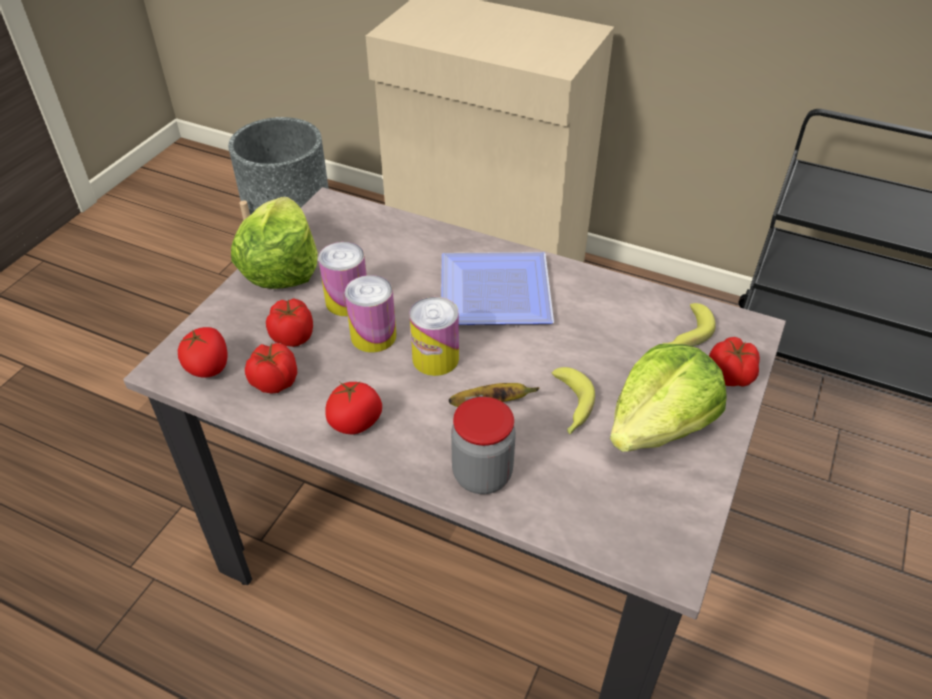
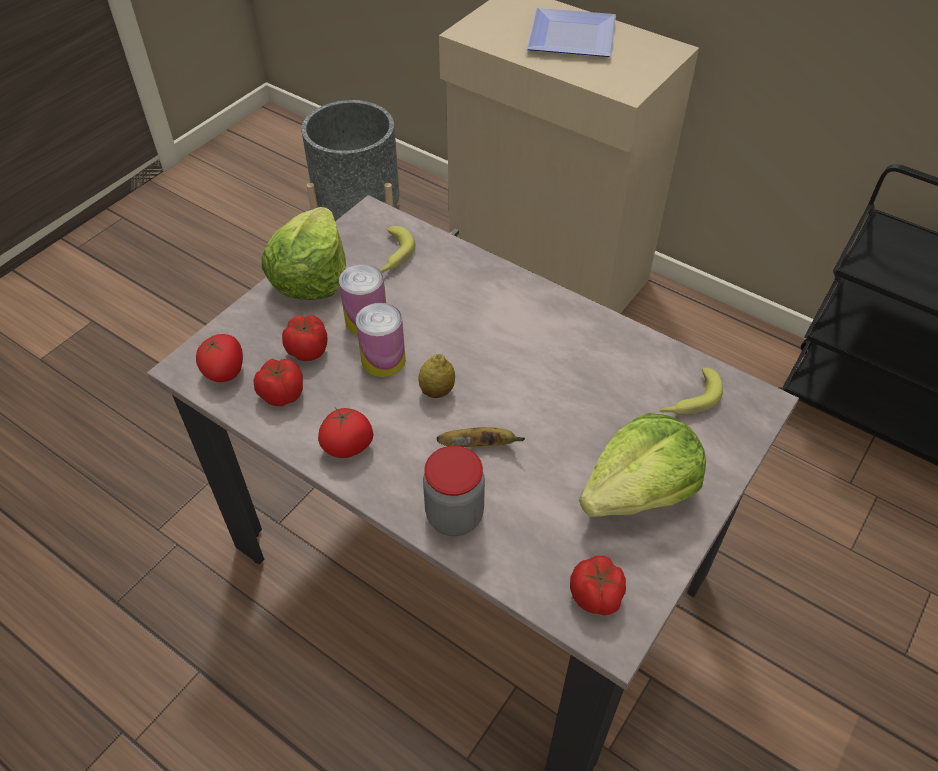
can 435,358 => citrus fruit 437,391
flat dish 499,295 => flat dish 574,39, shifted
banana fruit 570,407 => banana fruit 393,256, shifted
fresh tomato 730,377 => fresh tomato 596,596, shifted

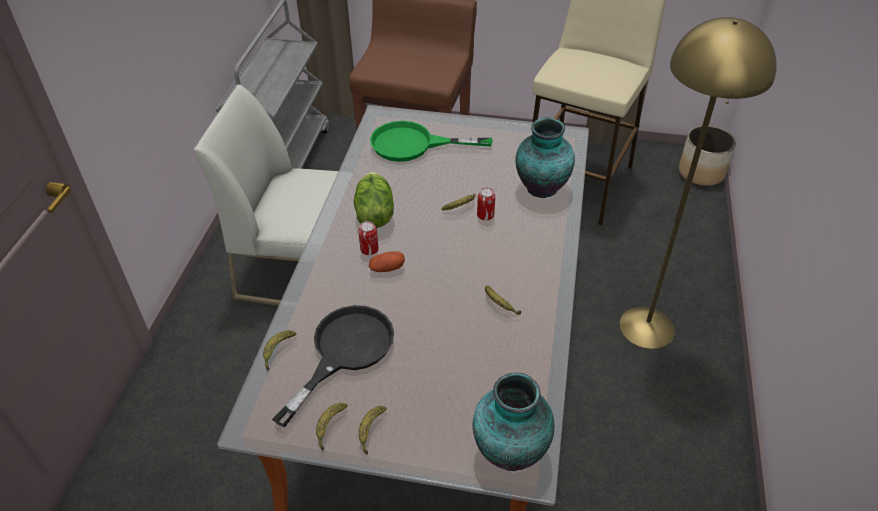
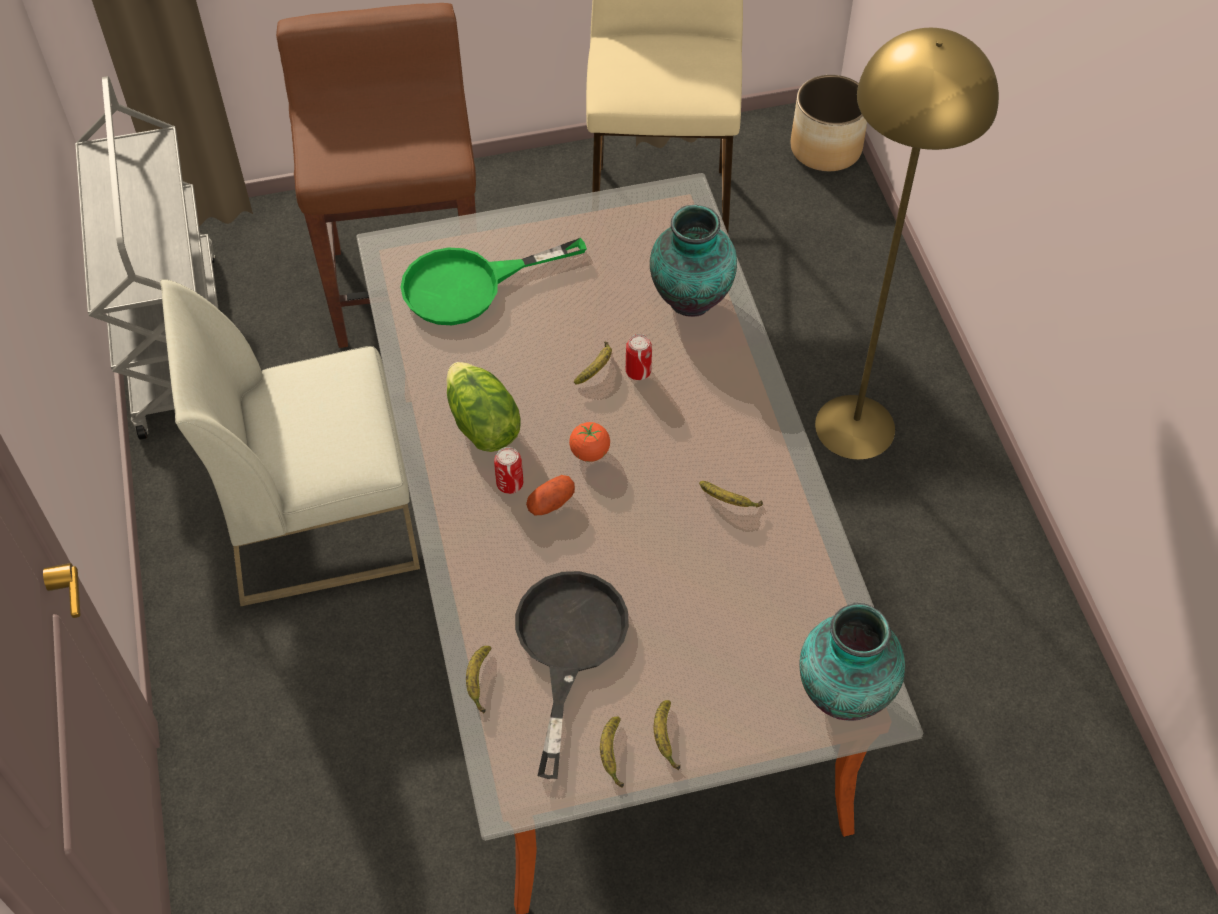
nothing => fresh tomato 589,452

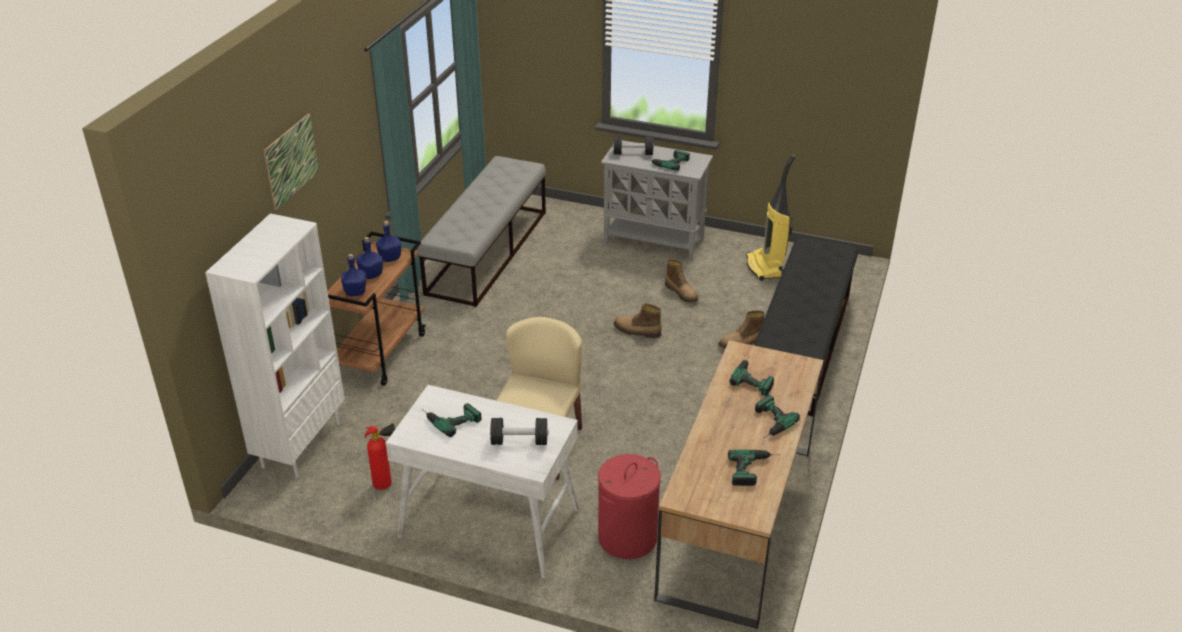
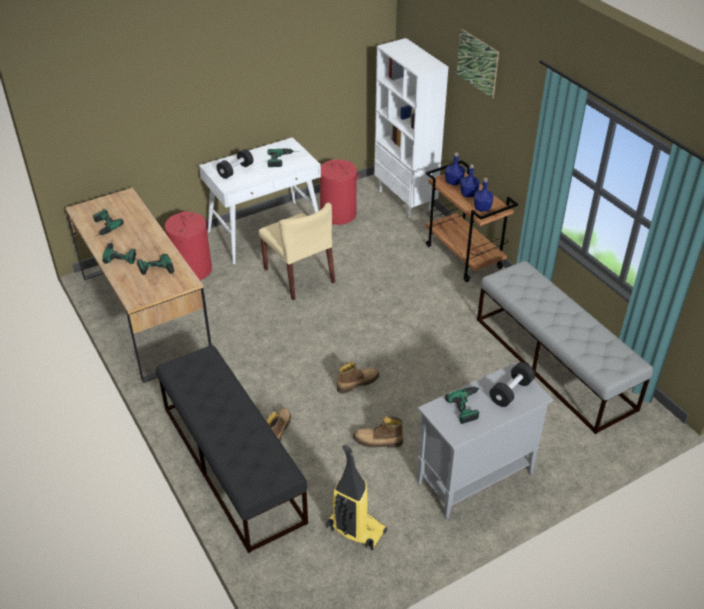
extinguisher 387,484 => reddish laundry basket 338,214

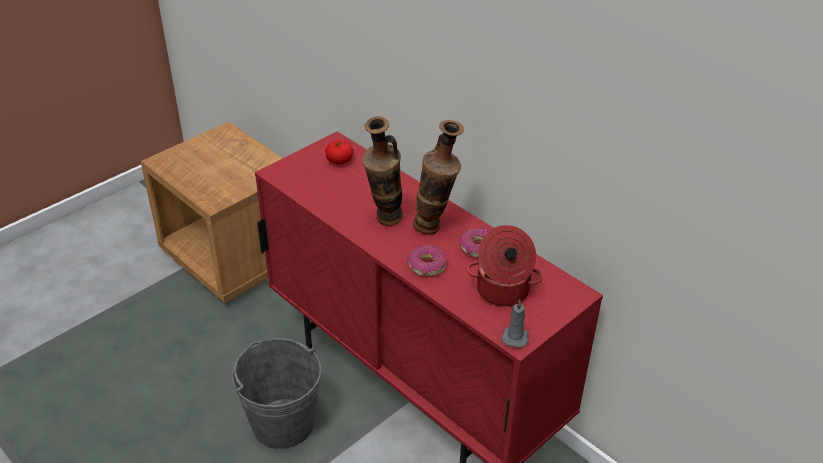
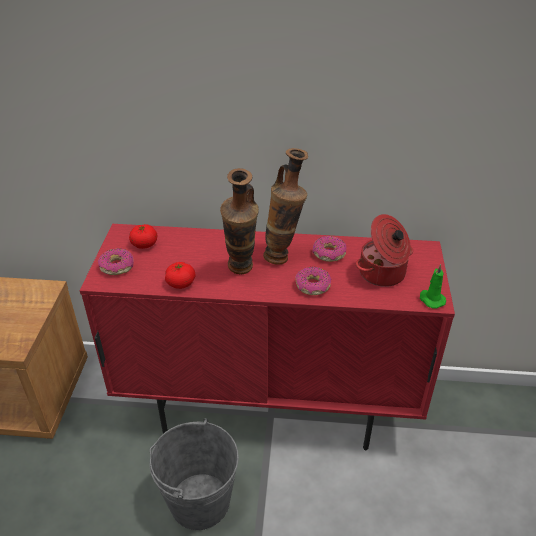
greyish candle 515,337 => green candle 431,299
nothing => ring doughnut 117,266
nothing => fresh tomato 181,283

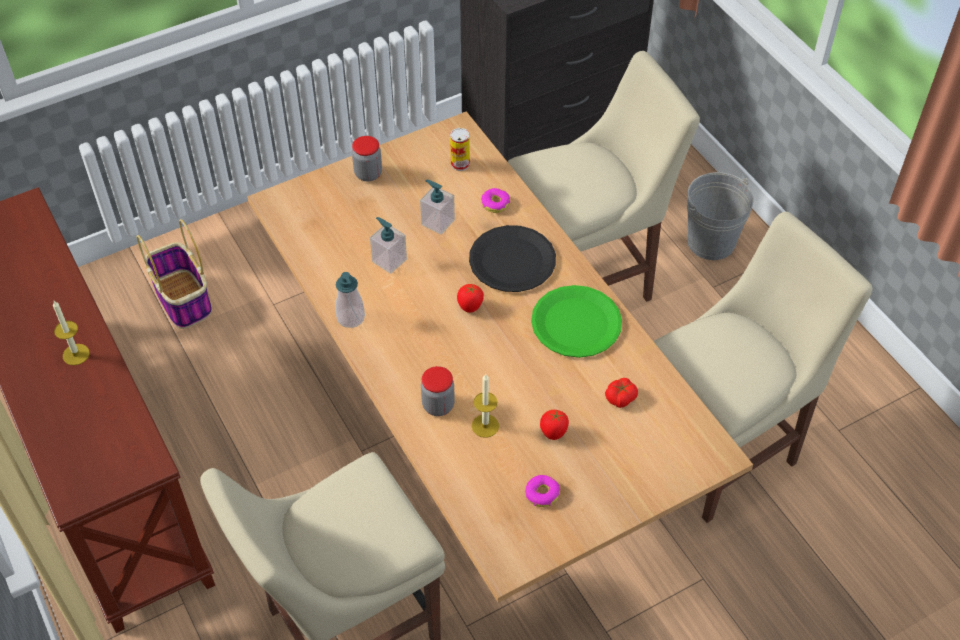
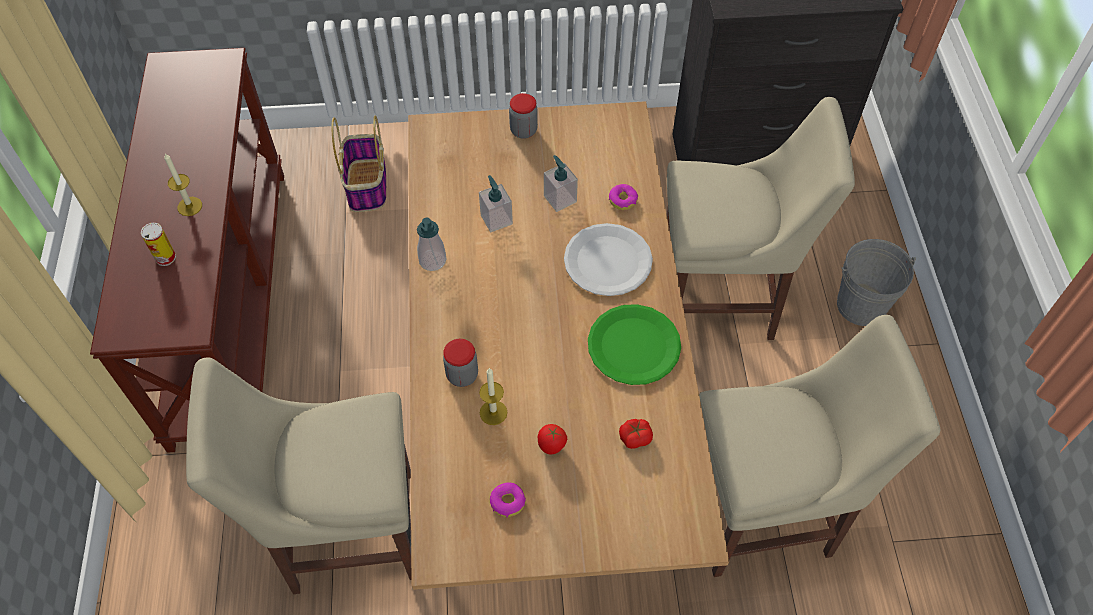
can 460,164 => can 165,257, shifted
fresh tomato 470,307 => nothing
blackish flat dish 512,261 => whitish flat dish 607,261

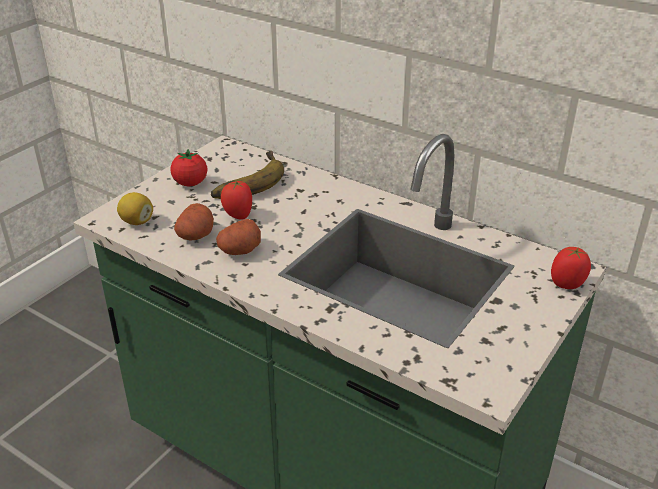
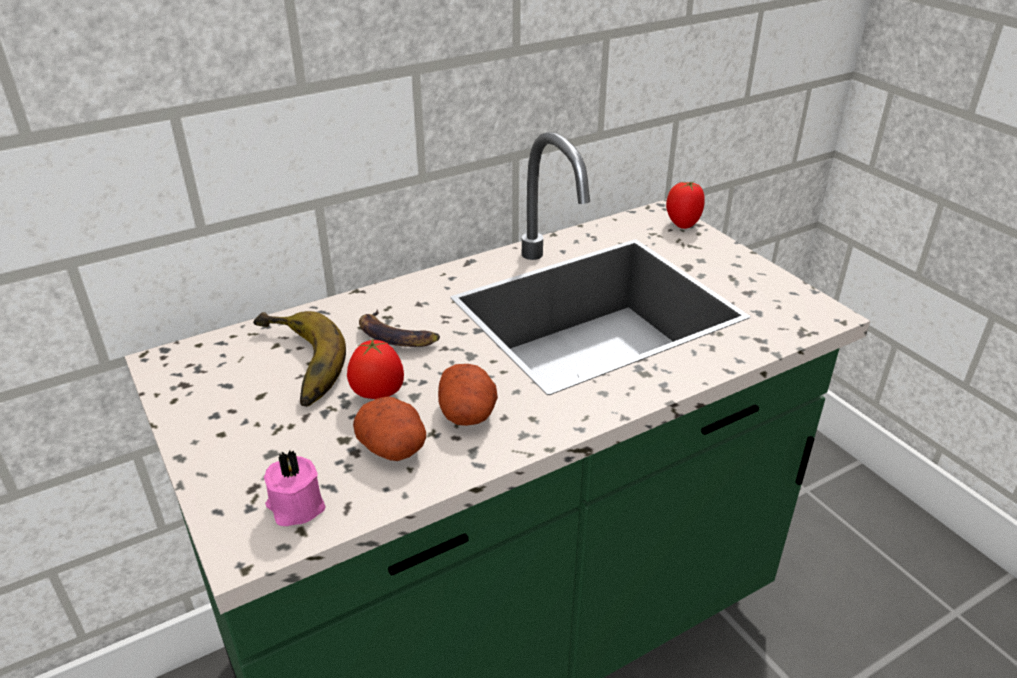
citrus fruit 137,221 => pink candle 295,506
fresh tomato 190,183 => nothing
nothing => banana fruit 396,336

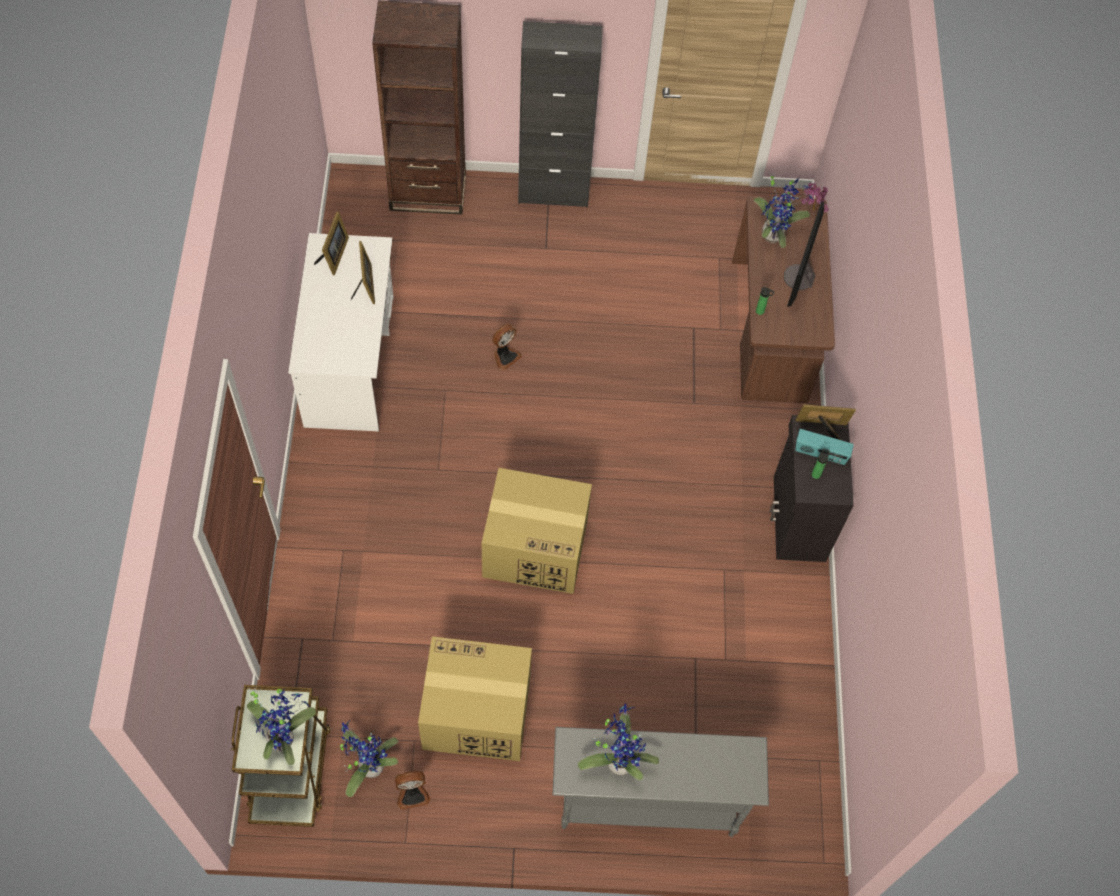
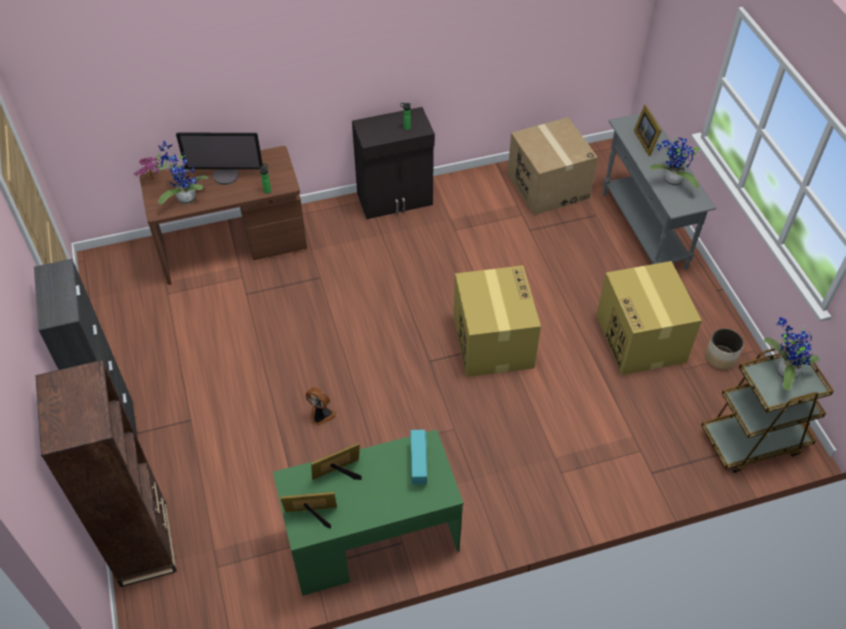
whitish desk table 350,361 => green desk table 371,539
potted plant 368,765 => nothing
fan 412,793 => flower pot 720,357
photo frame 822,428 => photo frame 646,141, shifted
radio 820,454 => radio 419,464, shifted
nothing => carton 547,186

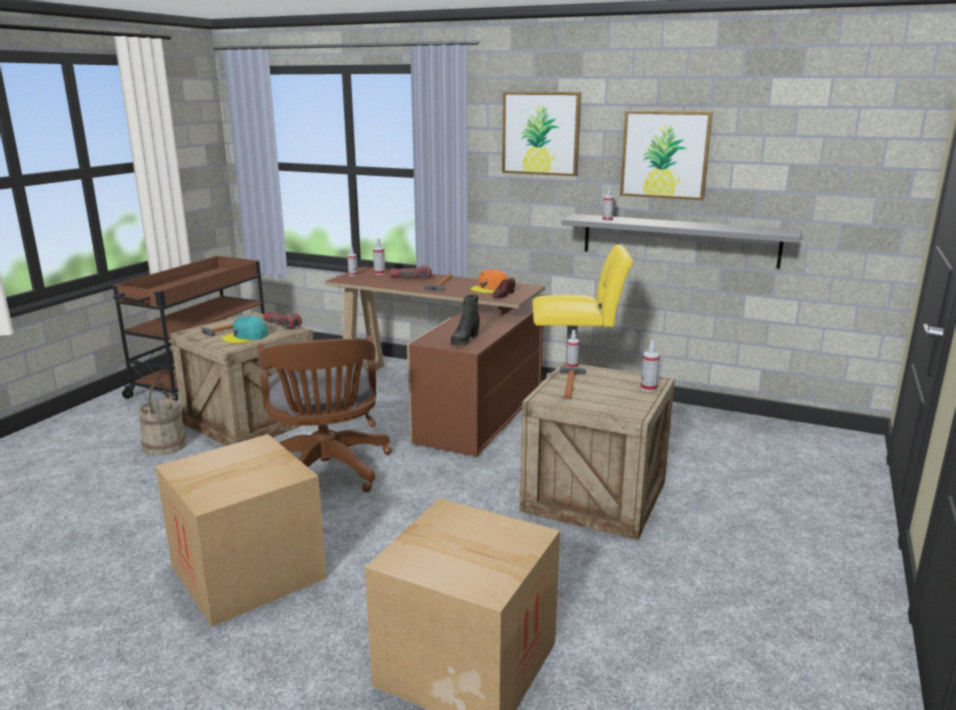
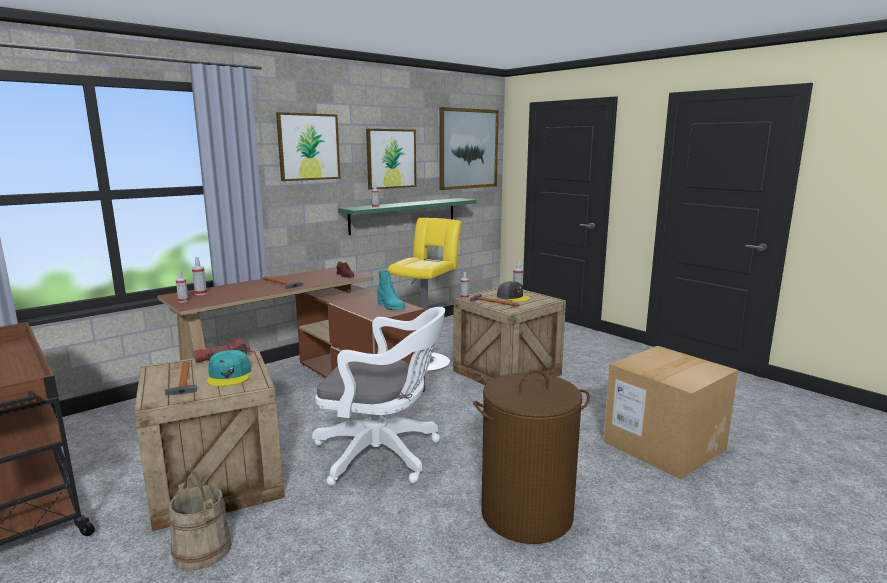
carton 248,572 => brown laundry basket 526,514
brown desk chair 326,472 => whitish desk chair 383,454
hand torch 411,278 => nothing
blackish boot 464,340 => turquoise boot 390,307
orange-coloured peaked cap 490,288 => nothing
greyish wall shelf 679,240 => green wall shelf 404,215
nothing => wall picture 468,149
nothing => greyish peaked cap 513,297

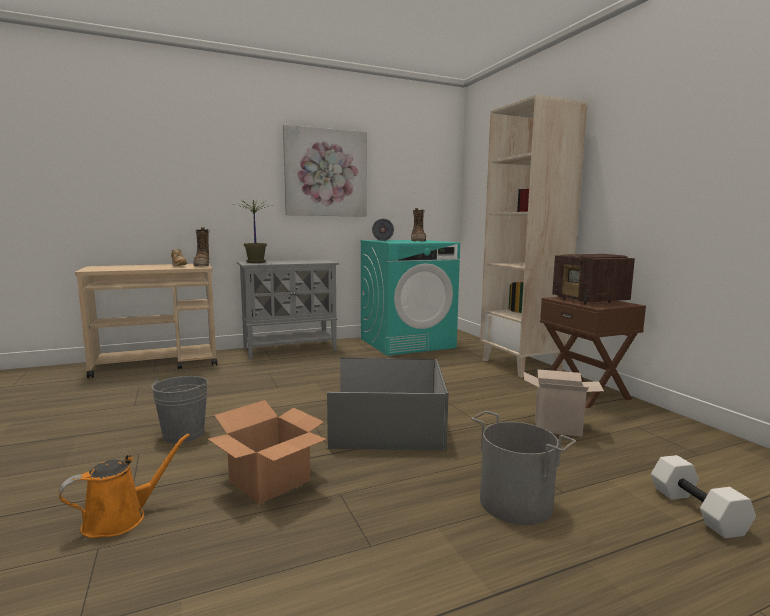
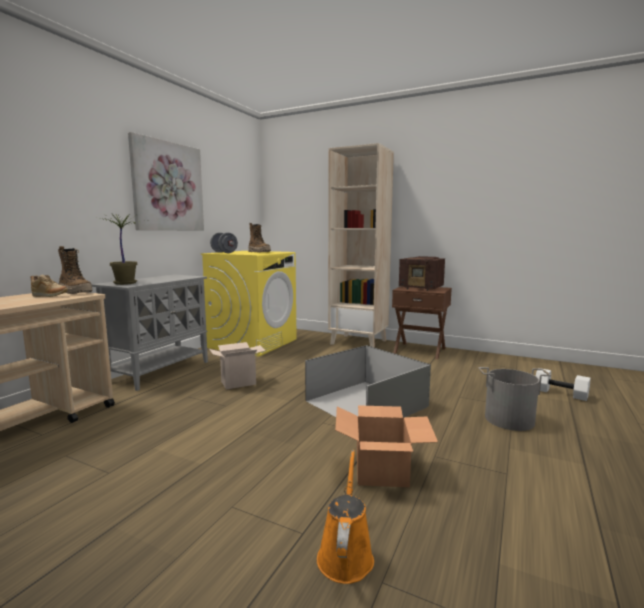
greyish pail 183,434 => nothing
turquoise laundry appliance 407,343 => yellowish laundry appliance 253,343
carton 559,427 => carton 239,382, shifted

